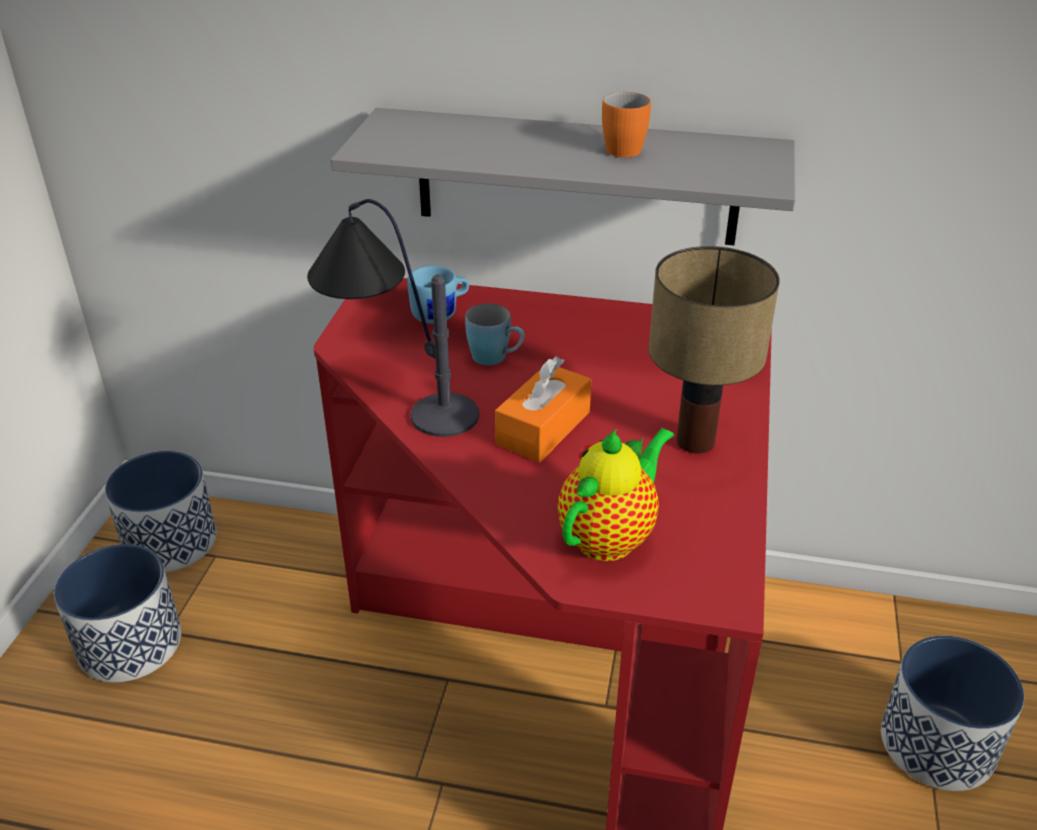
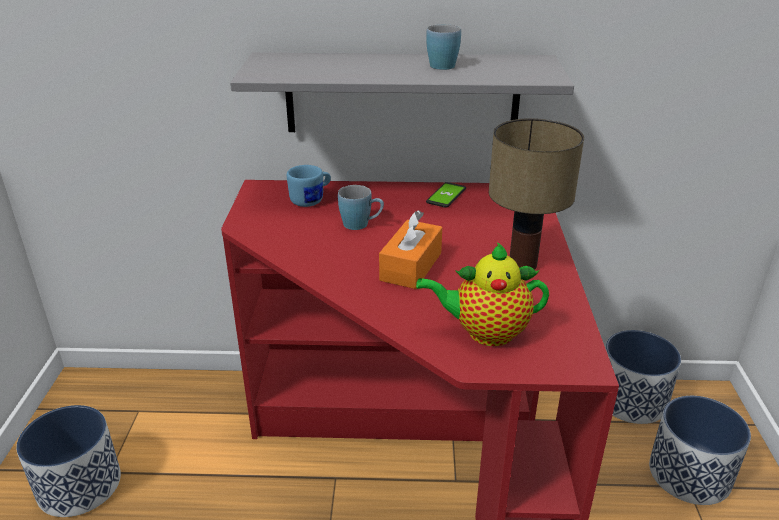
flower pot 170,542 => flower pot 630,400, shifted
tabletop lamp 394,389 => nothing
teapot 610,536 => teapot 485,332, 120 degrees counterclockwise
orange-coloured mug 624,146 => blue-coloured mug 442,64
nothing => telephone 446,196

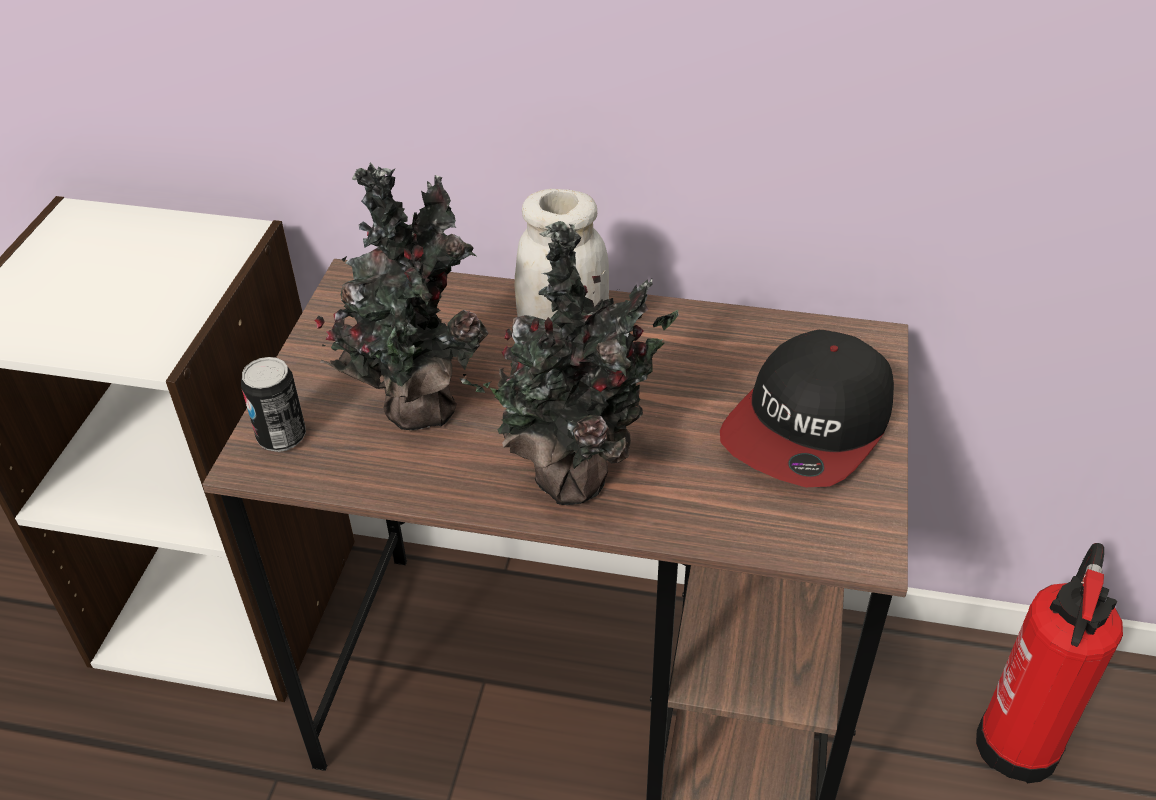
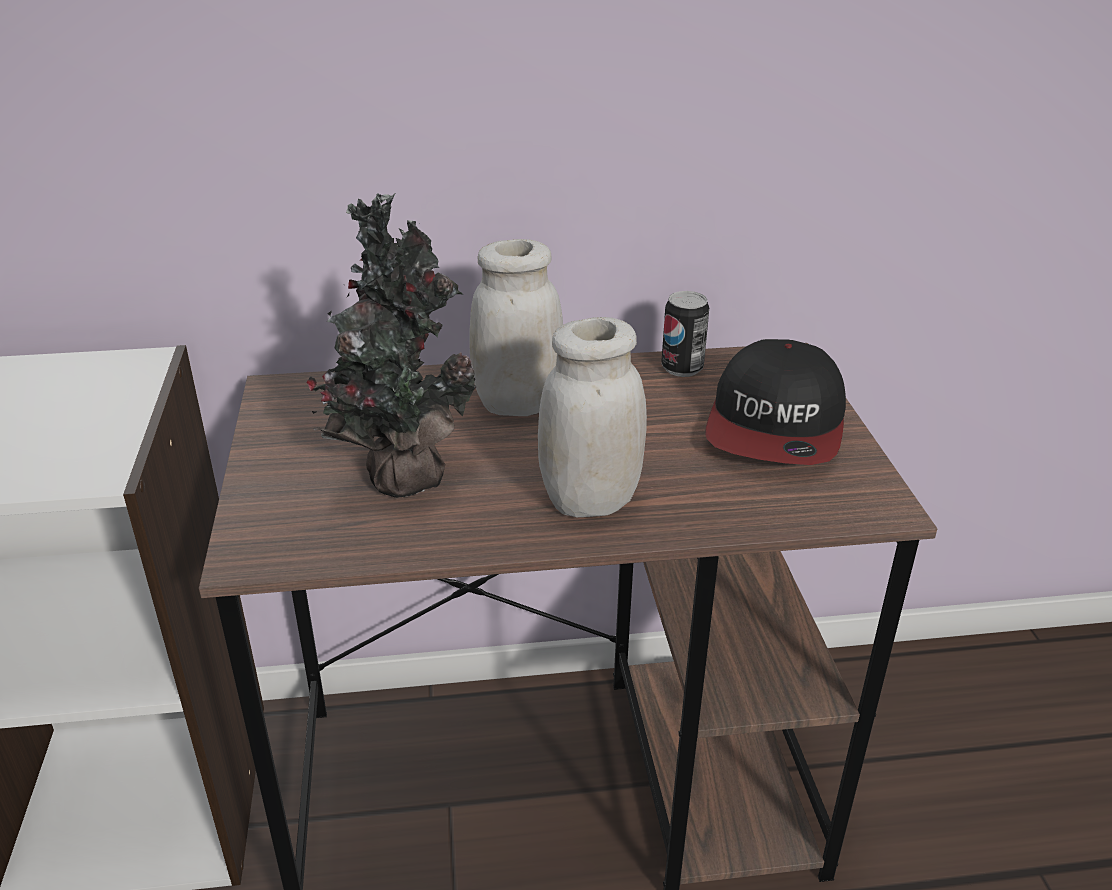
can 282,437 => can 682,368, shifted
potted plant 576,473 => whitish storage jar 590,501
extinguisher 1020,739 => nothing

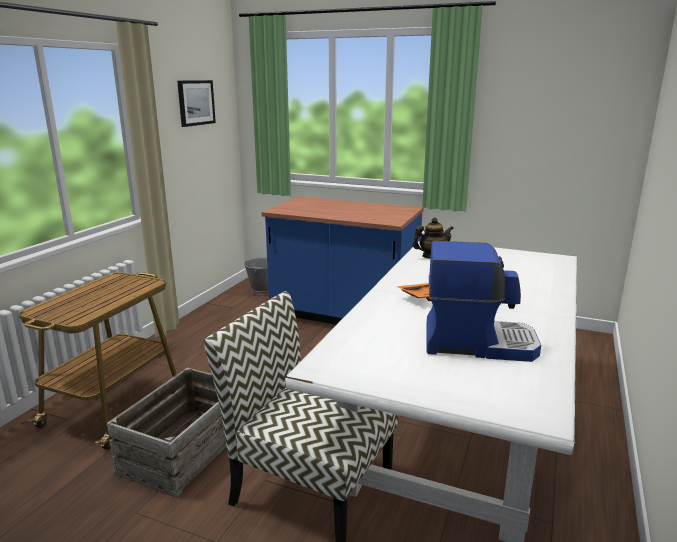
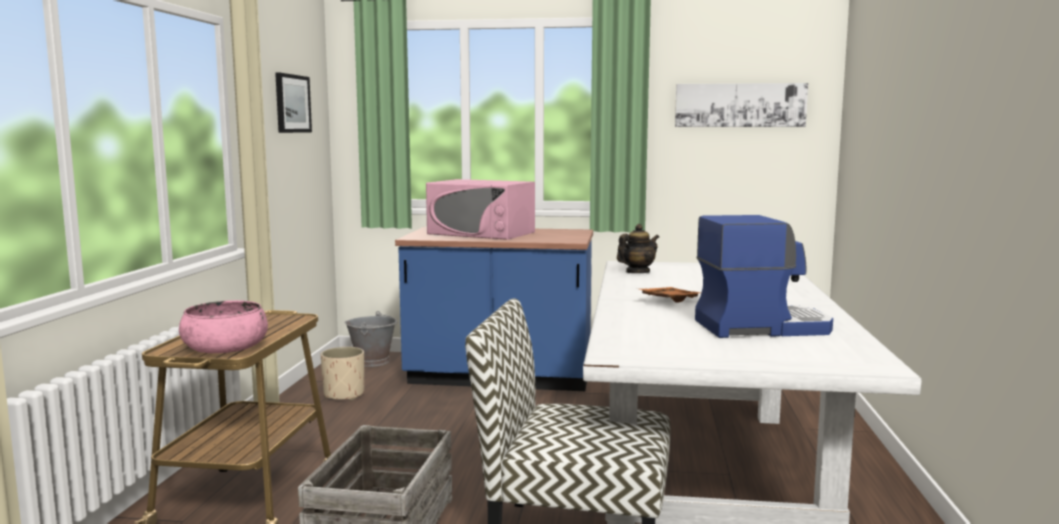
nothing => pink serving bowl 225,347
nothing => sand-coloured flower pot 344,395
nothing => pink microwave 481,233
nothing => wall picture 740,105

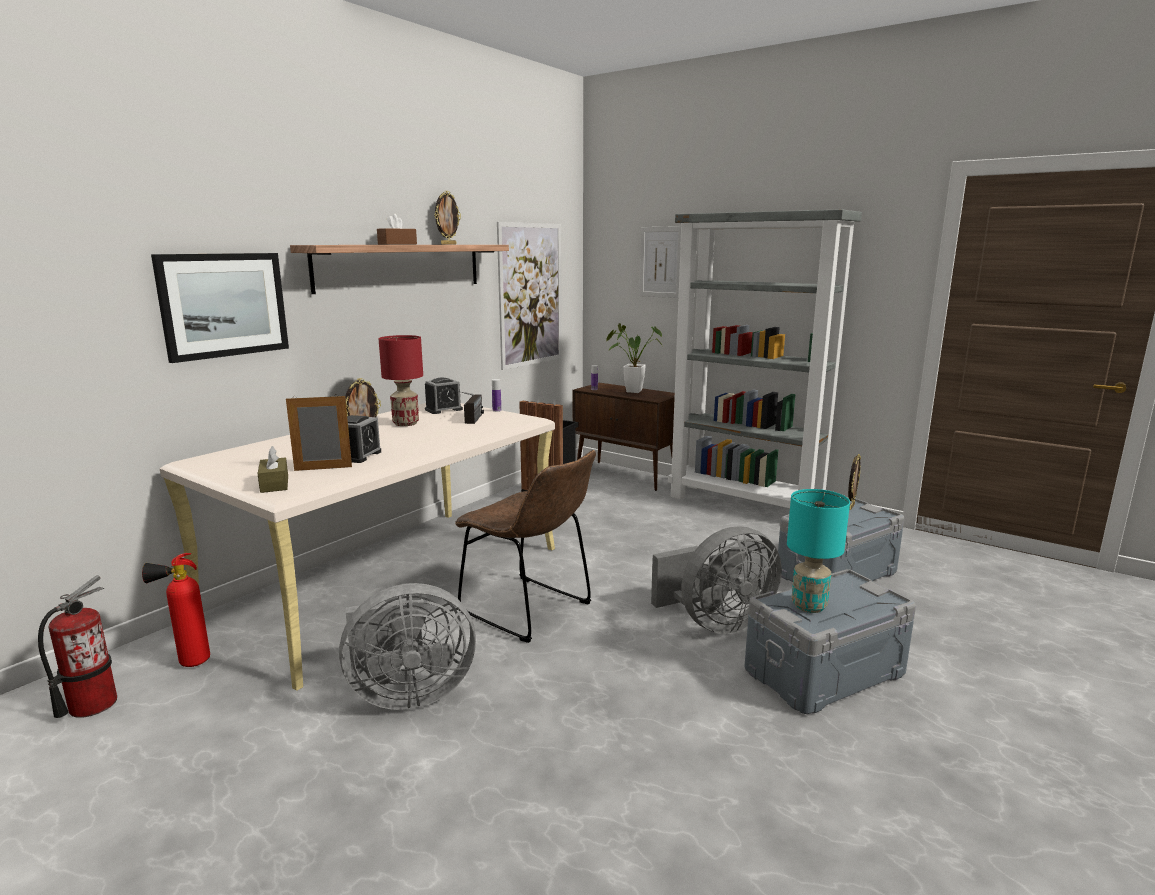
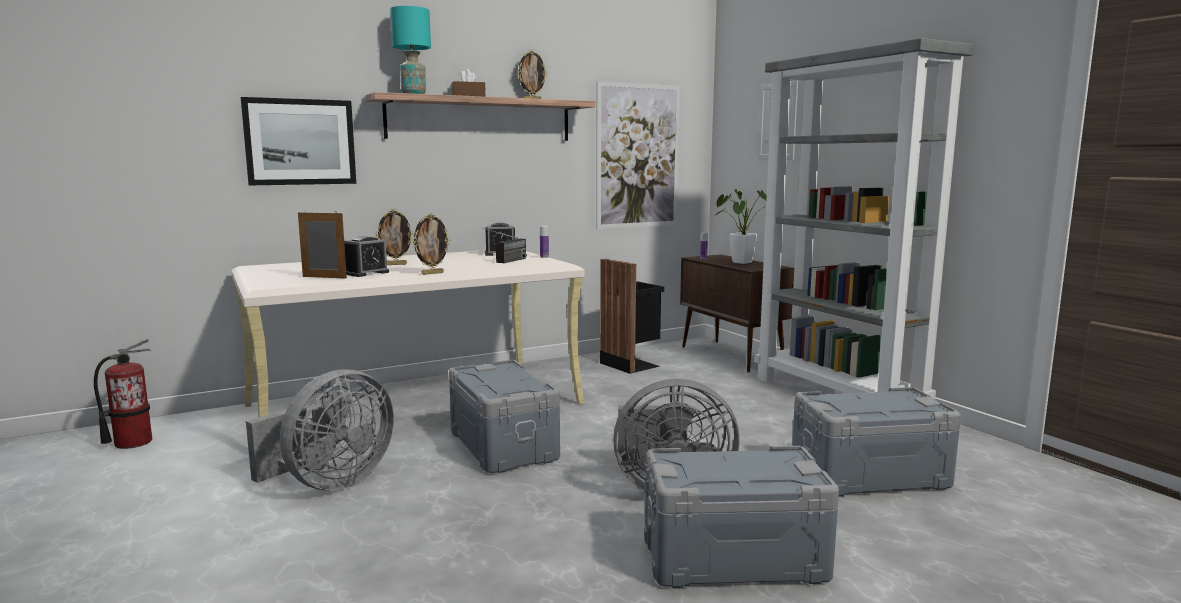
extinguisher 188,663 => nothing
brown box of tissues 274,484 => nothing
greyish fan 407,694 => greyish fan 330,483, 60 degrees counterclockwise
reddish tabletop lamp 405,424 => nothing
brown plain chair 530,610 => greyish storage box 502,446
turquoise tabletop lamp 808,606 => turquoise tabletop lamp 413,94, shifted
photo frame 851,506 => photo frame 432,273, shifted

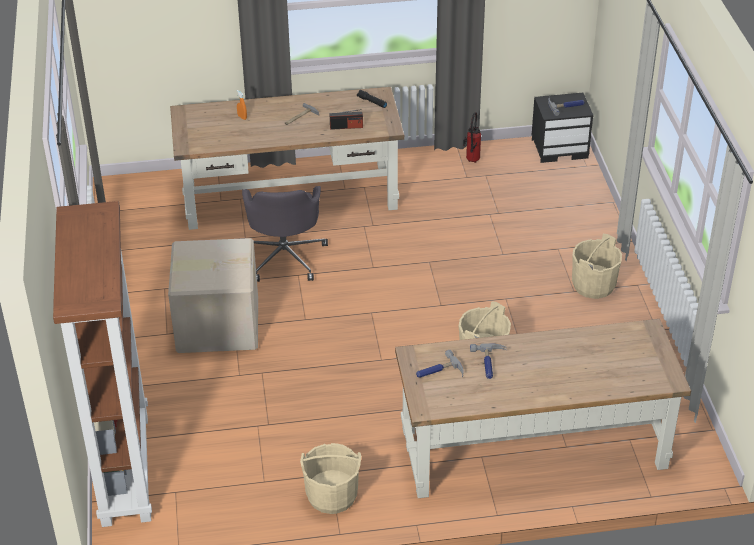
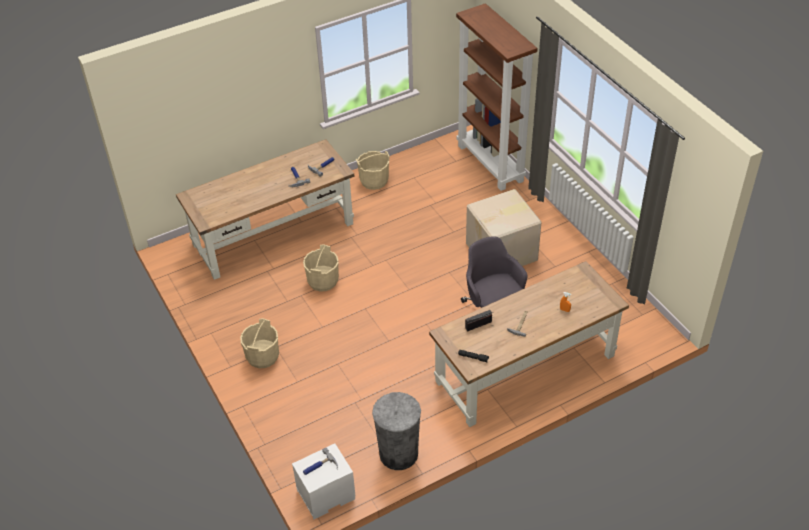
extinguisher 471,161 => greyish rubbish bin 398,453
blackish night table 560,148 => whitish night table 325,496

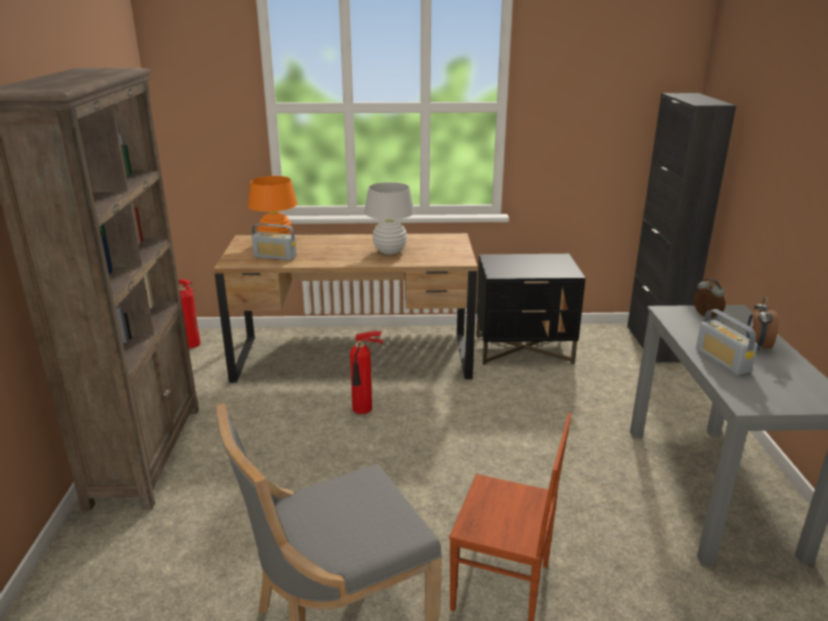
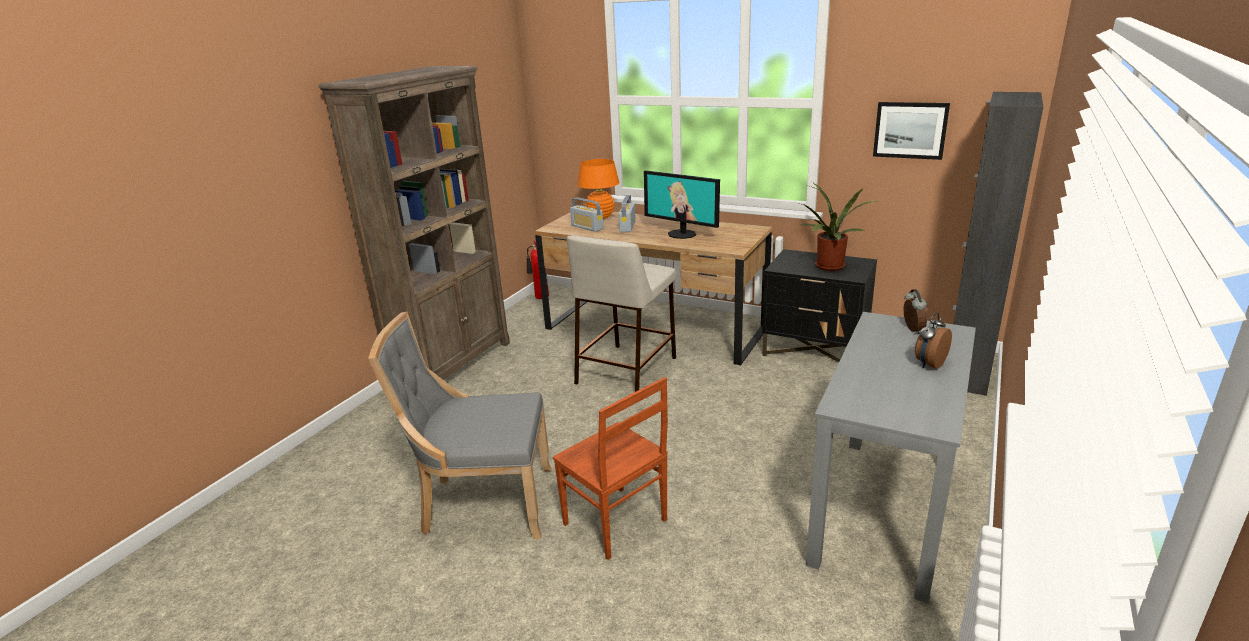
extinguisher 363,410 => sand-coloured sitting stool 626,369
whitish tabletop lamp 390,251 => monitor 682,234
radio 722,360 => radio 627,227, shifted
nothing => potted plant 828,267
nothing => wall picture 910,130

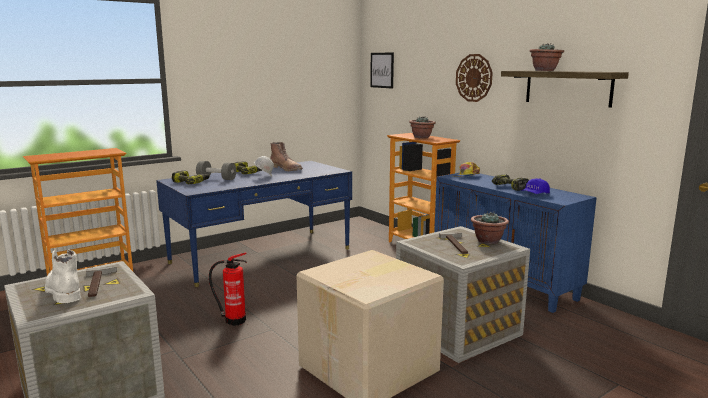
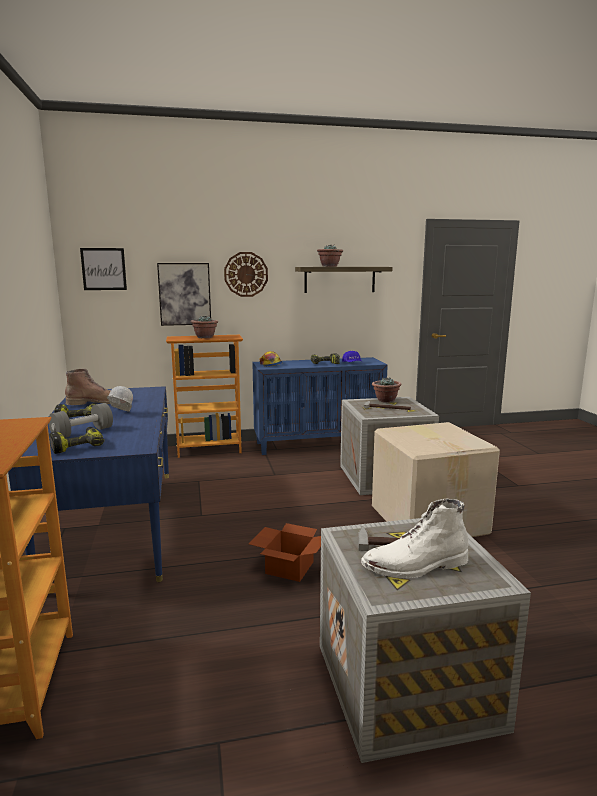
extinguisher 233,320 => carton 288,567
nothing => wall picture 184,294

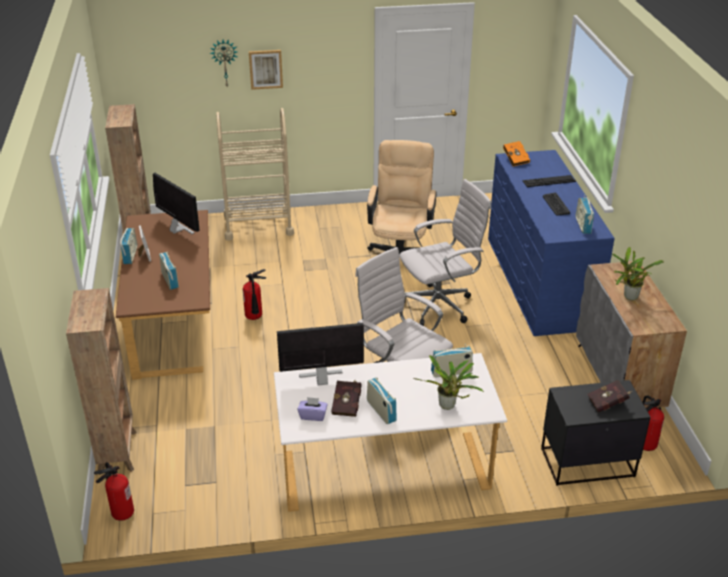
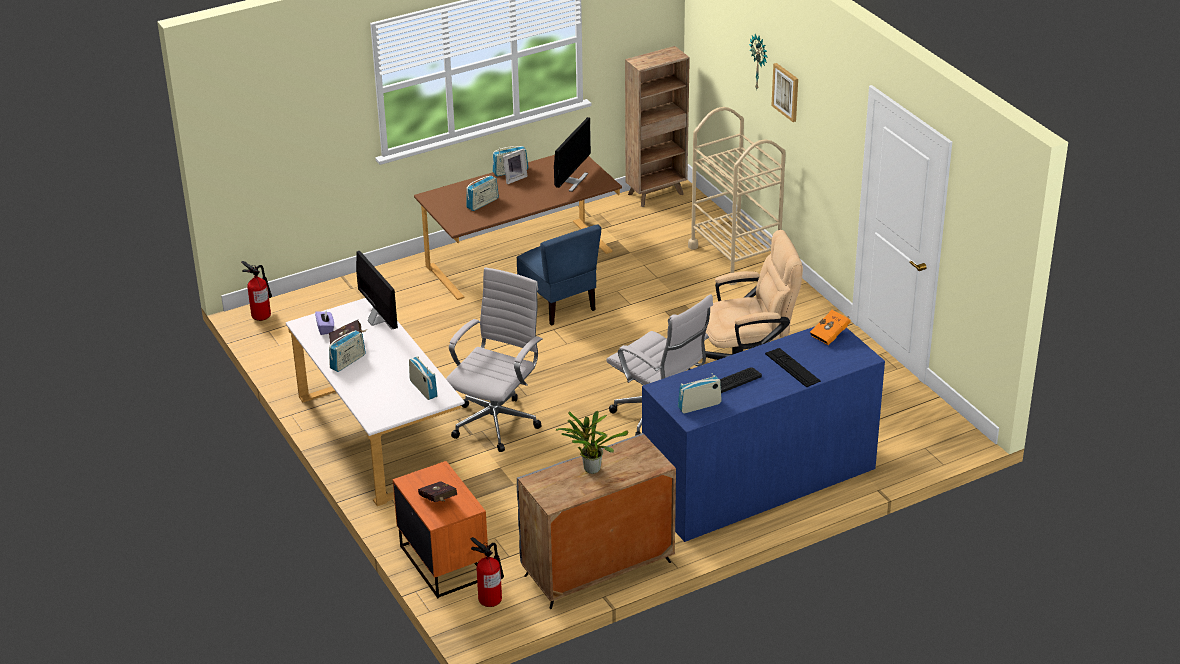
brown bookshelf 117,451 => nothing
extinguisher 255,318 => blue-coloured plain chair 559,304
potted plant 448,407 => nothing
blackish night table 586,462 => orange-coloured night table 444,562

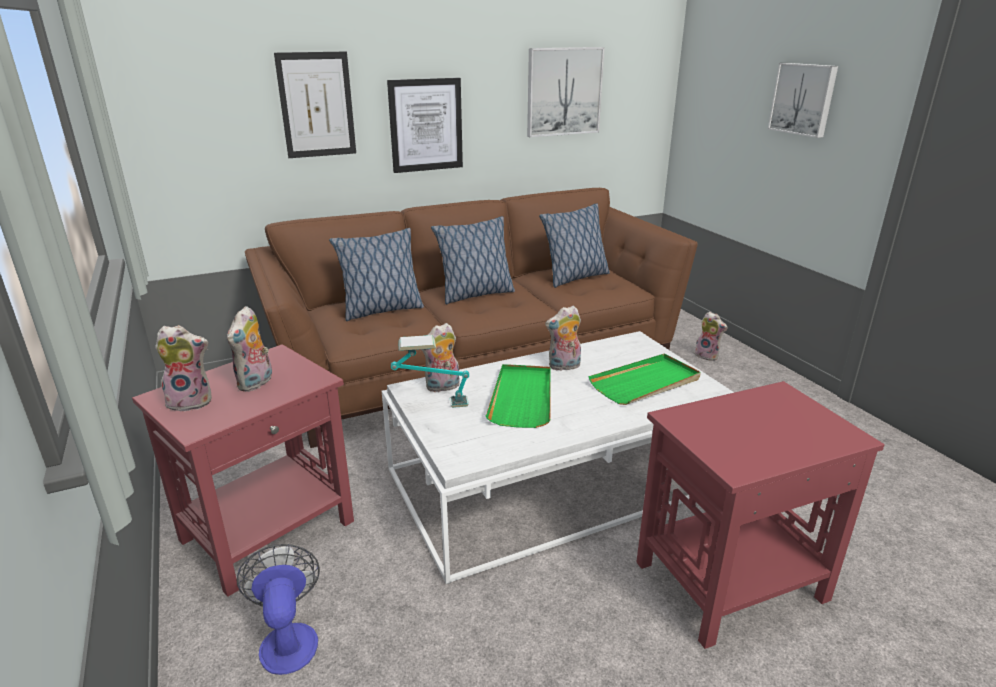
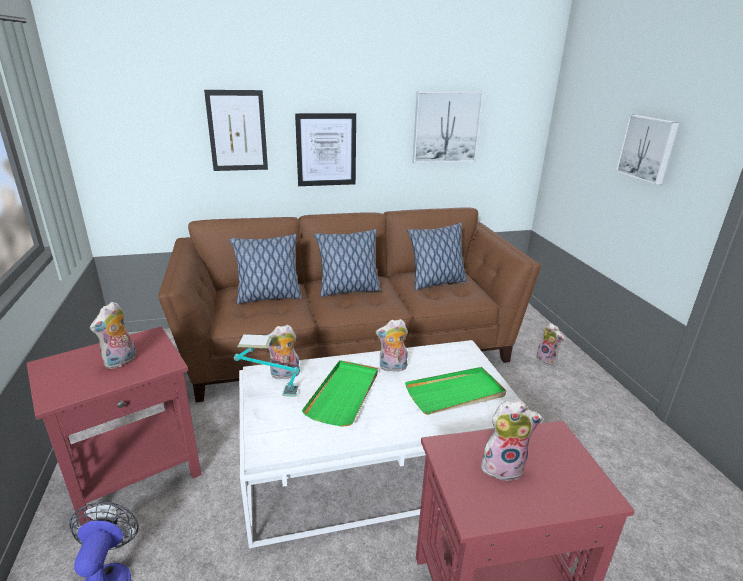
plush toy 192,401 => plush toy 503,466, shifted

